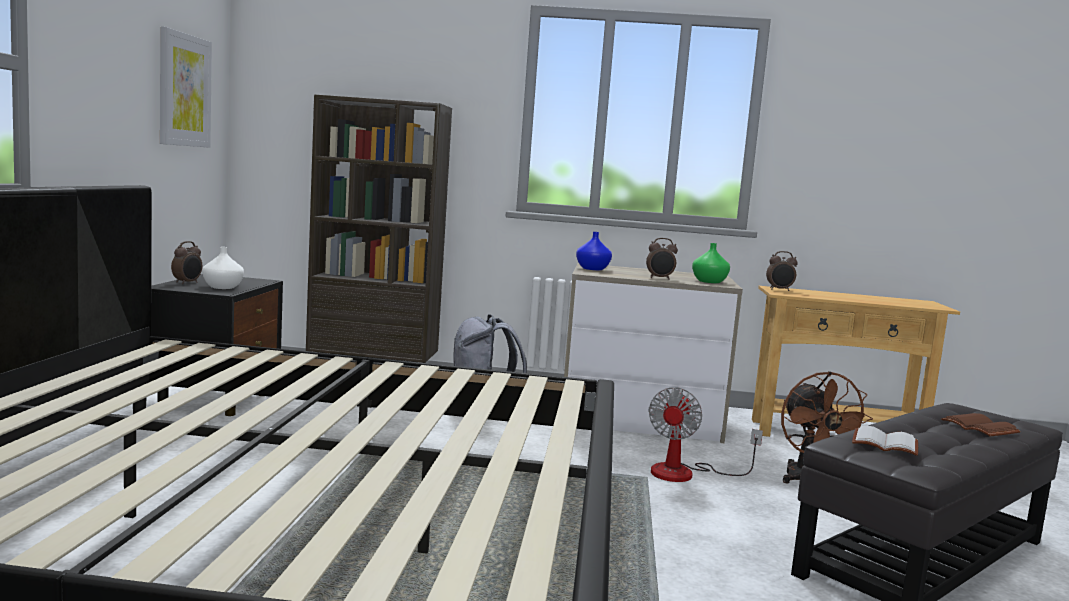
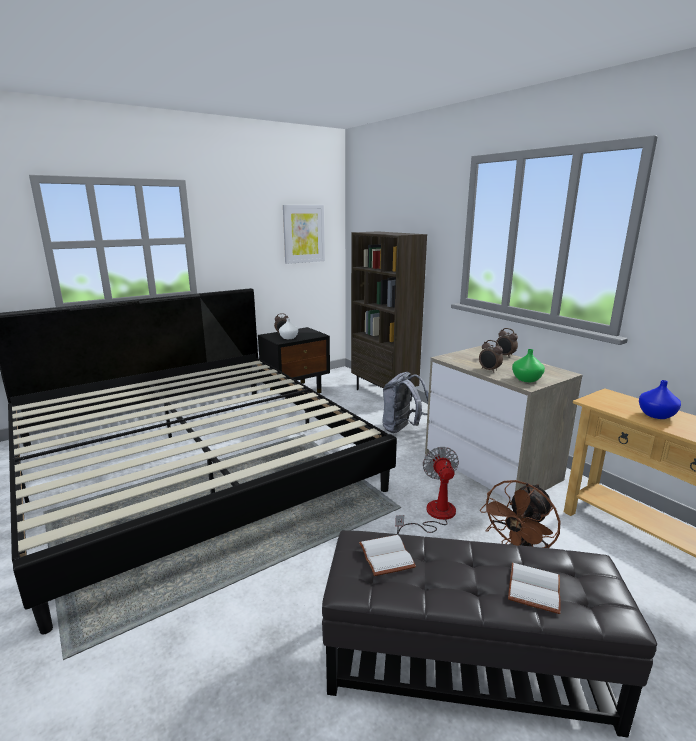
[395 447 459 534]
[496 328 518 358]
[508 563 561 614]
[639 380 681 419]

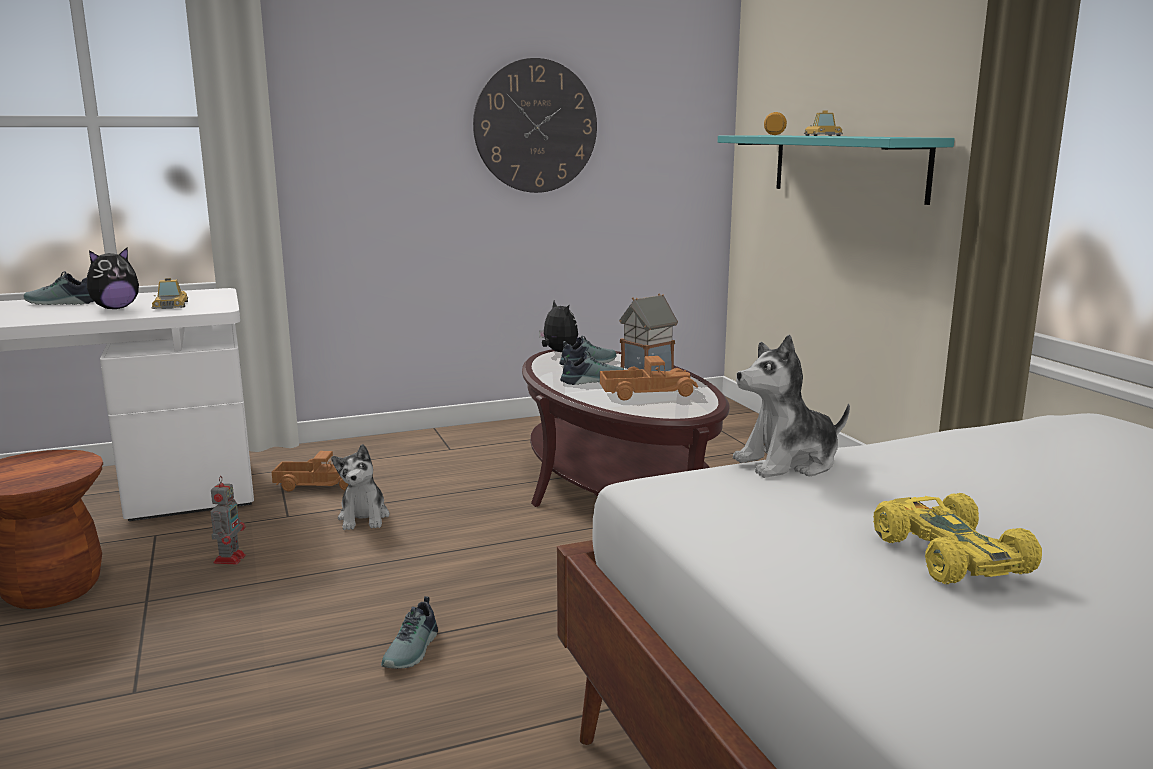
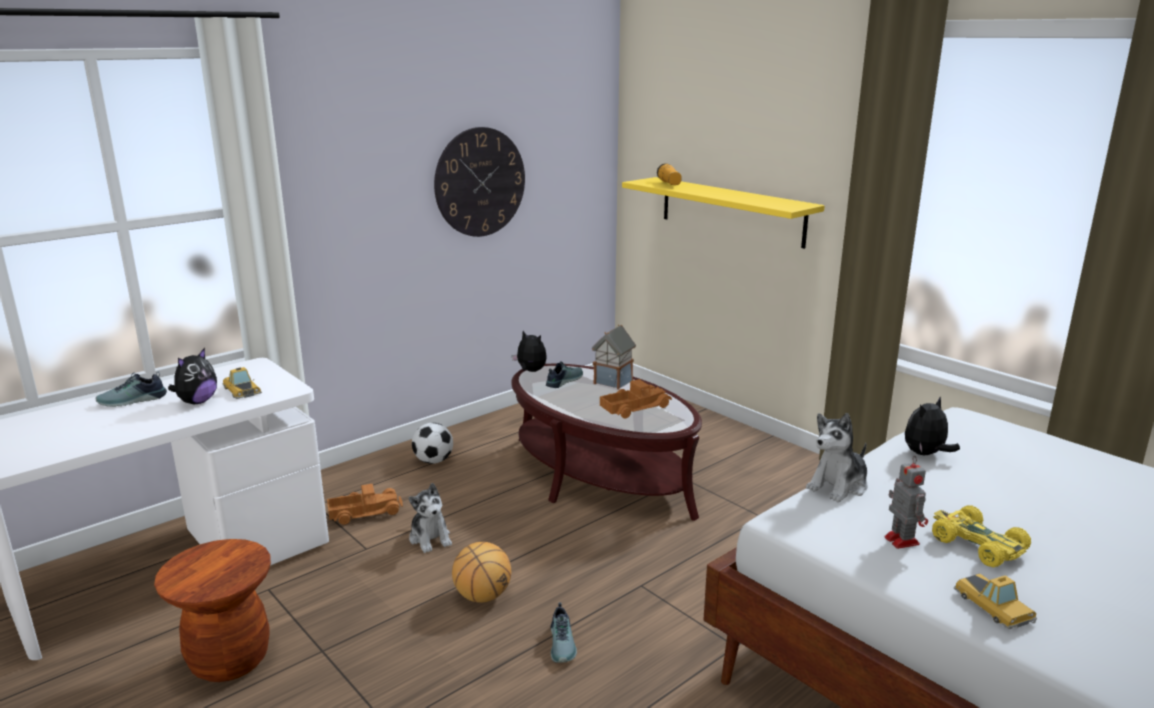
[412 423 453 464]
[452 542 511 603]
[622 177 825 249]
[884 456 928 549]
[905 397 960 455]
[954 574 1037 629]
[560 351 624 385] (first image)

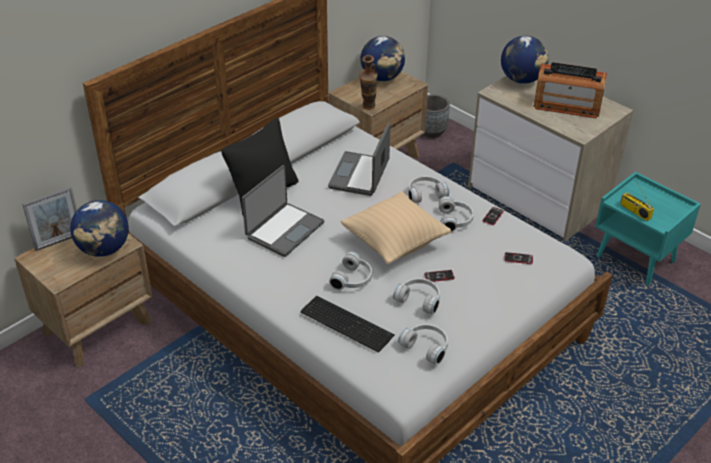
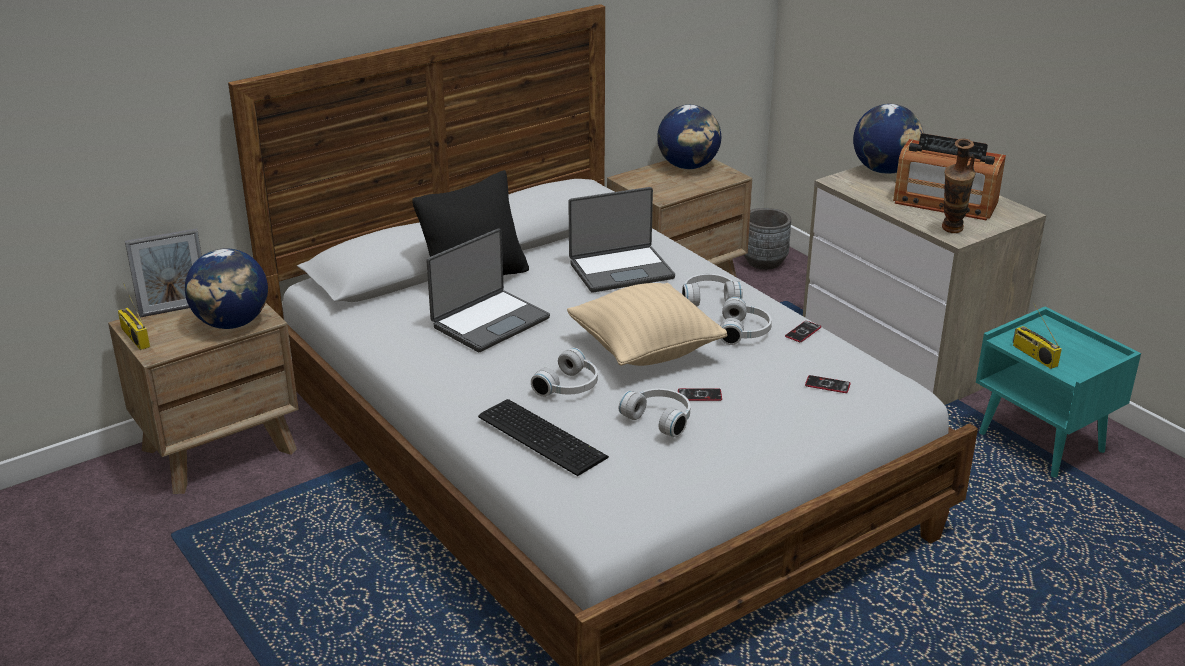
[118 283 150 350]
[568 187 675 293]
[942 139 975 233]
[398 324 448 365] (first image)

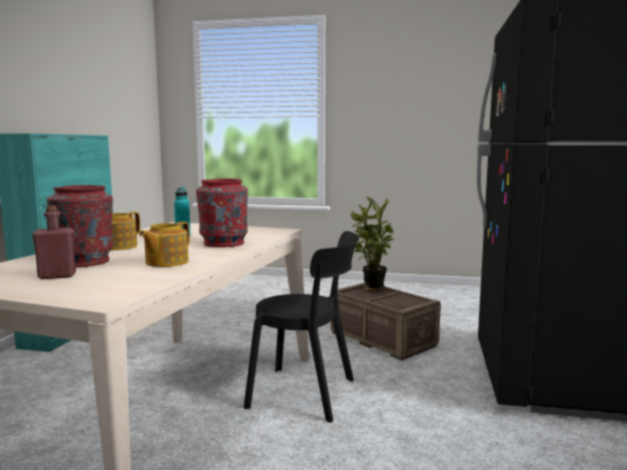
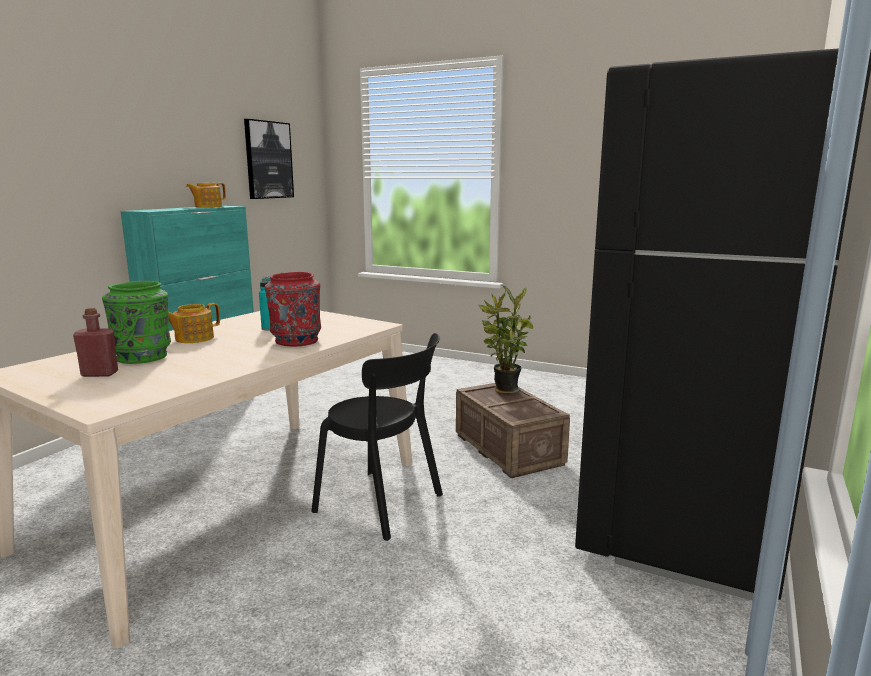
[102 281 171 364]
[186 183 226 207]
[244 119 294 199]

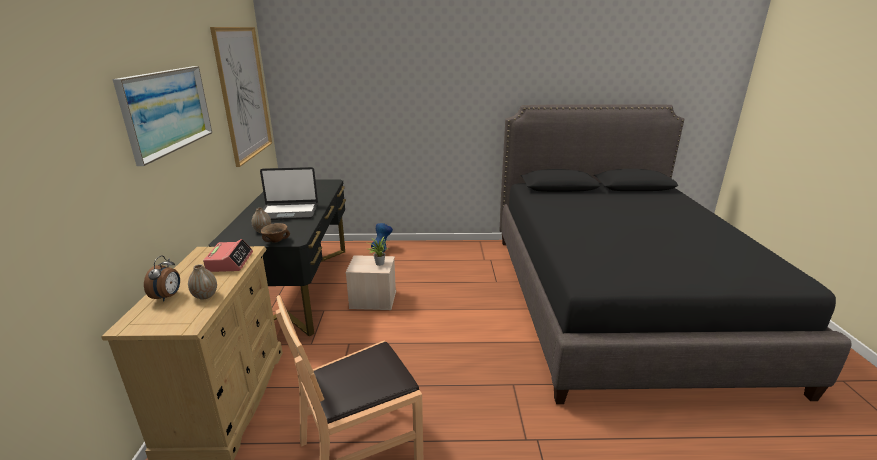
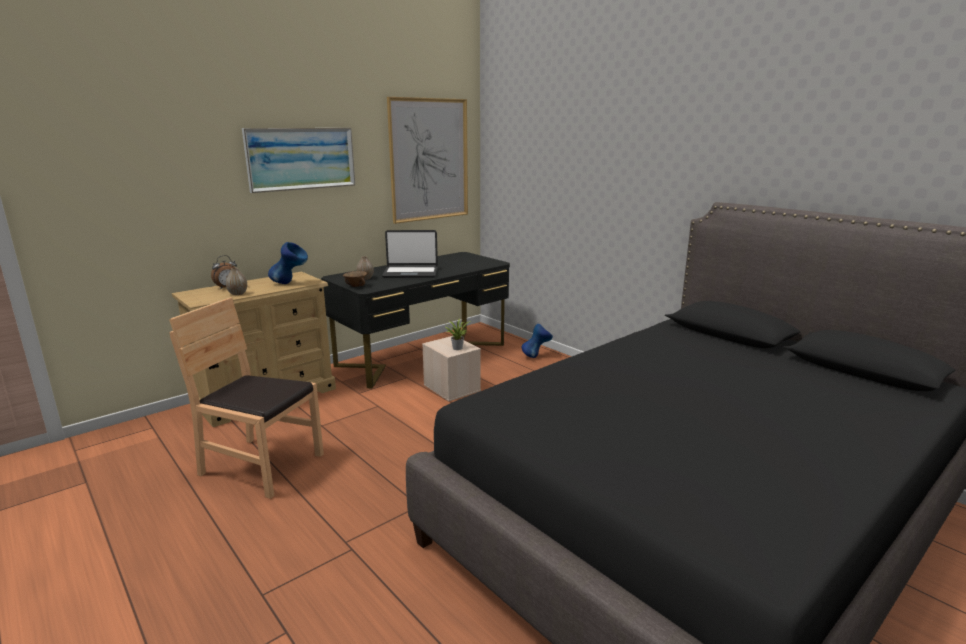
[268 242 308 284]
[382 230 438 278]

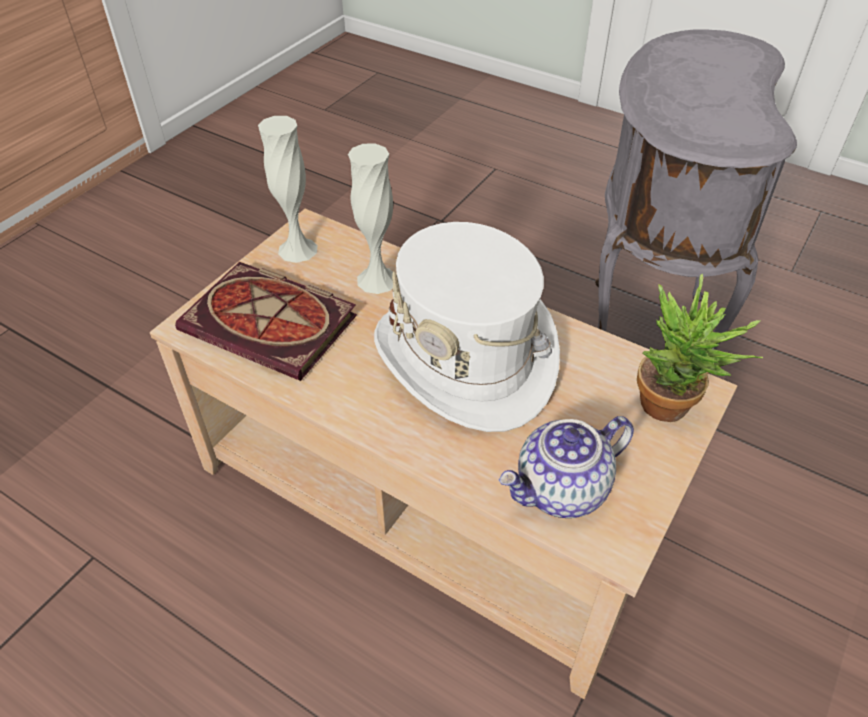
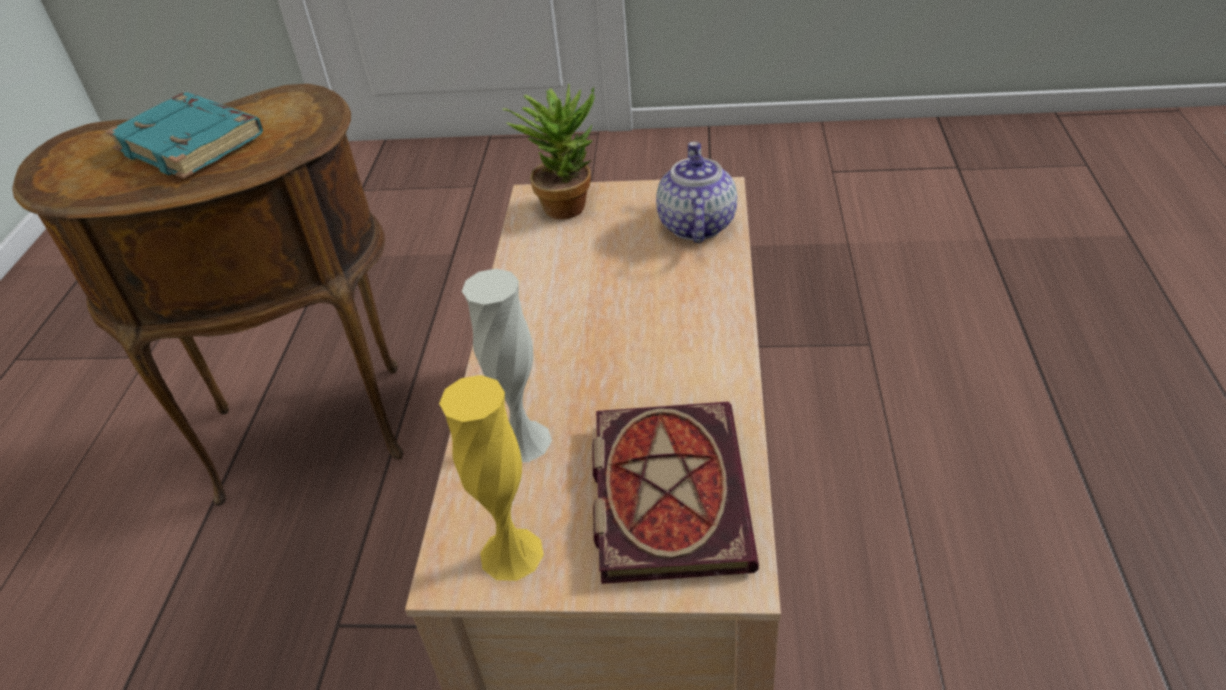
[13 84 403 506]
[105 92 263 179]
[439 375 544 581]
[656 142 737 243]
[374 222 560 432] (first image)

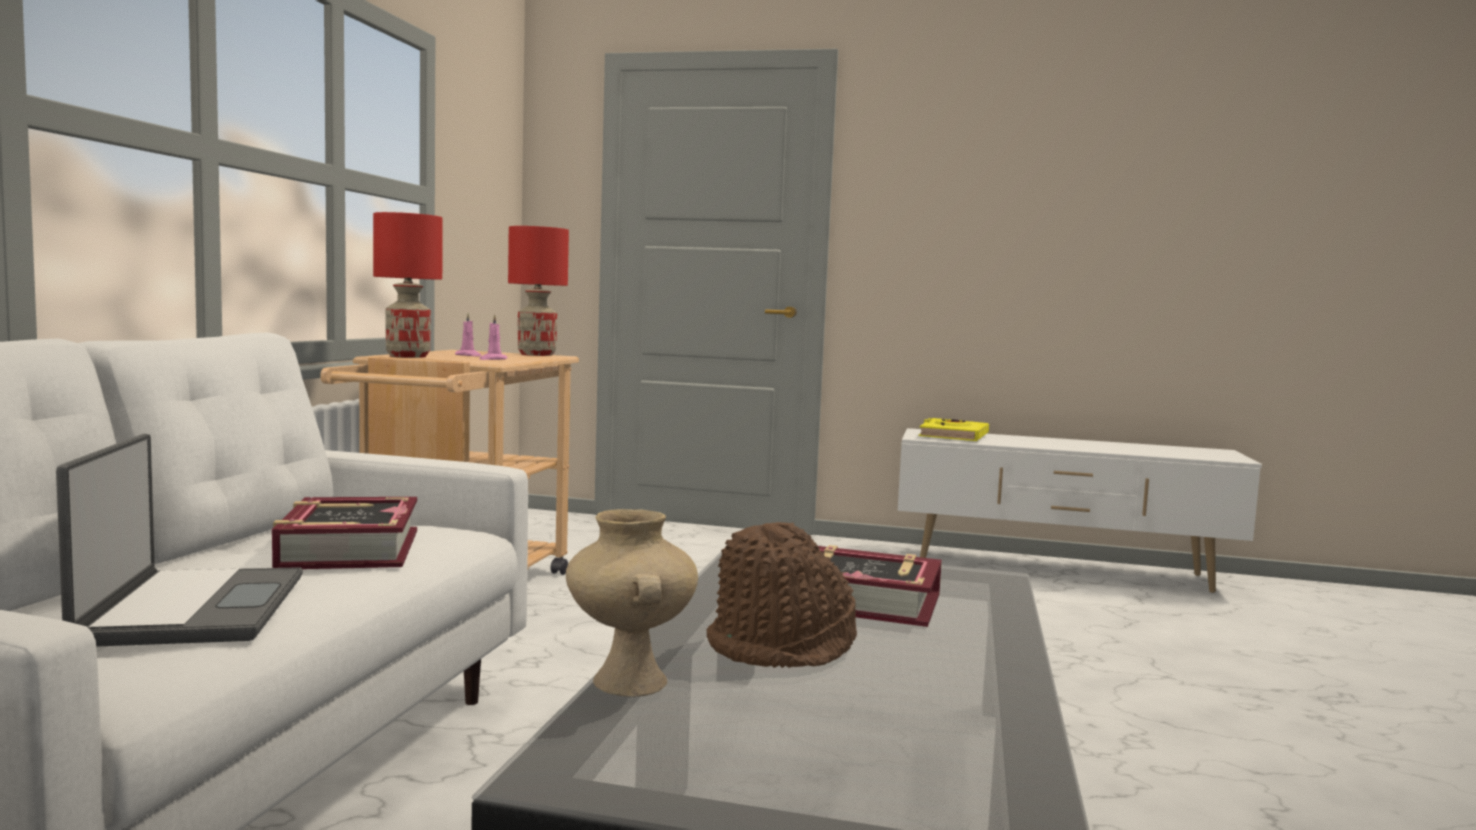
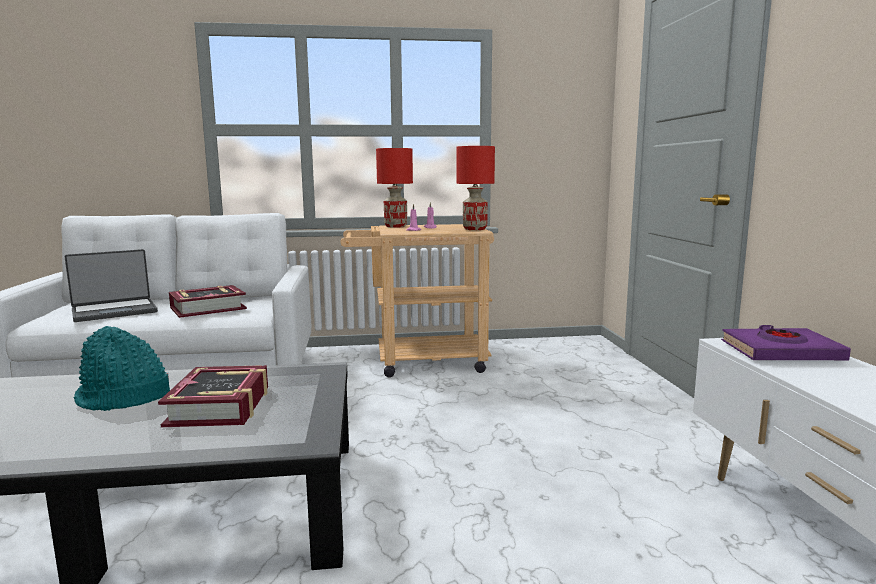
[74 326 170 411]
[721 325 851 360]
[566 509 698 697] (first image)

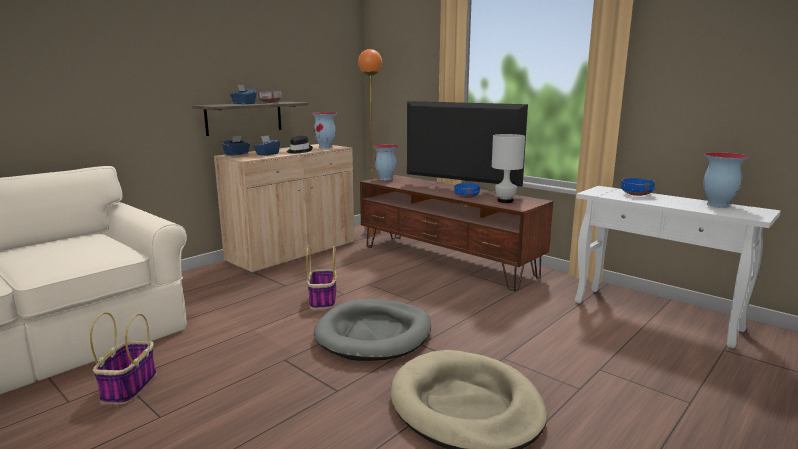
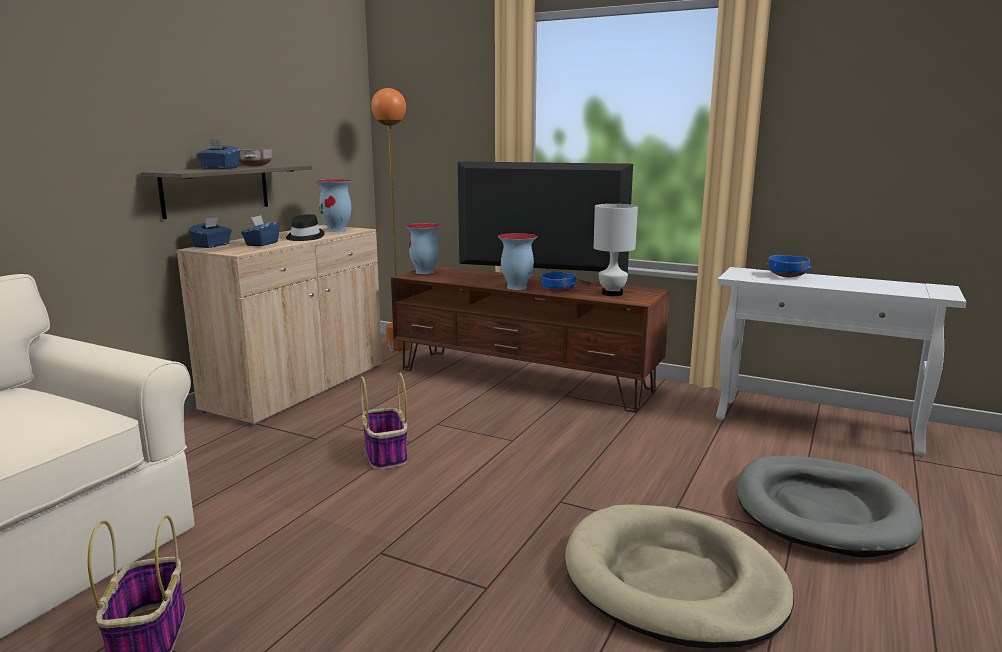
[498 233 538 290]
[737 456 922 557]

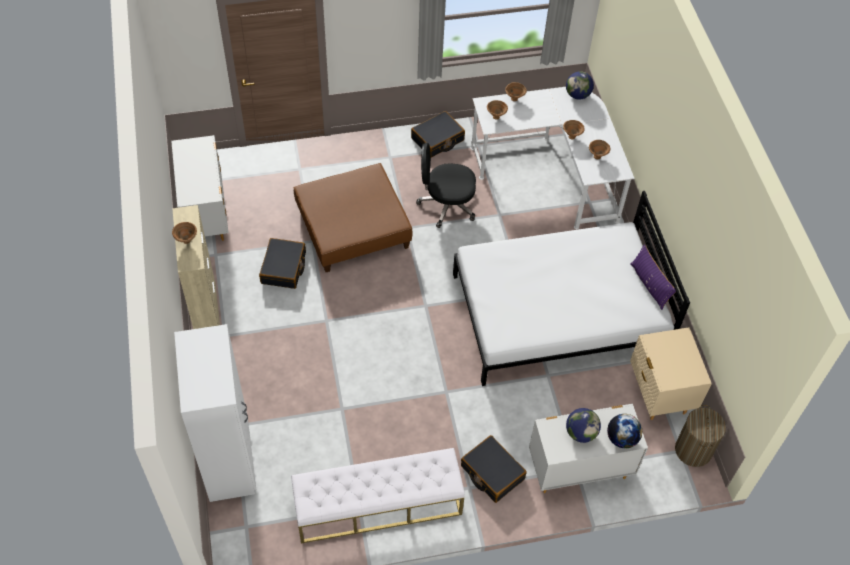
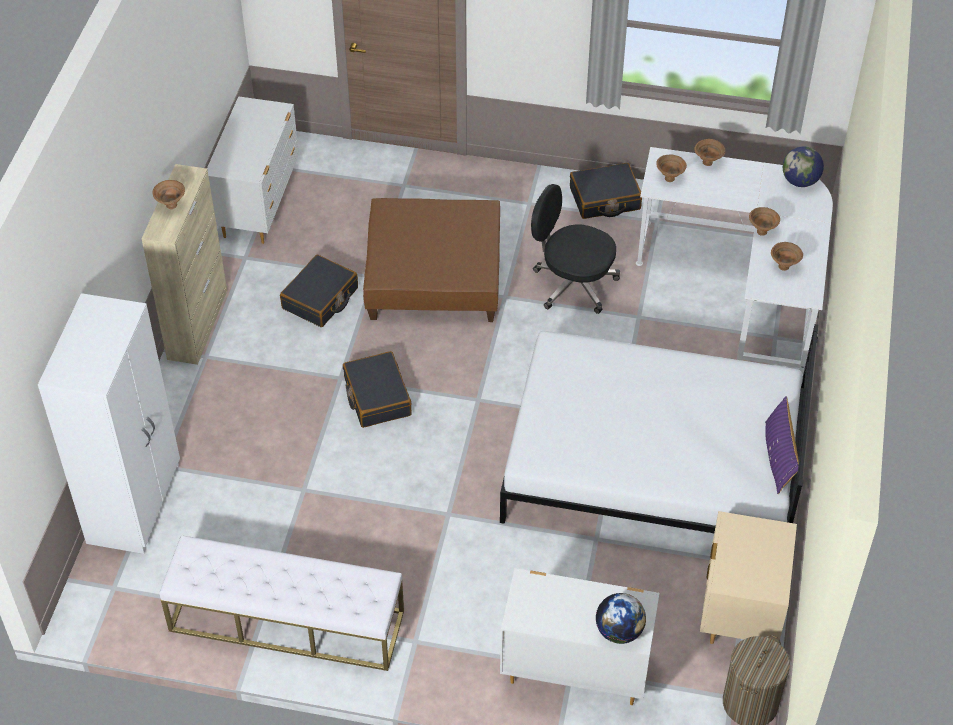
[343 351 412 428]
[566 408 601 443] (first image)

